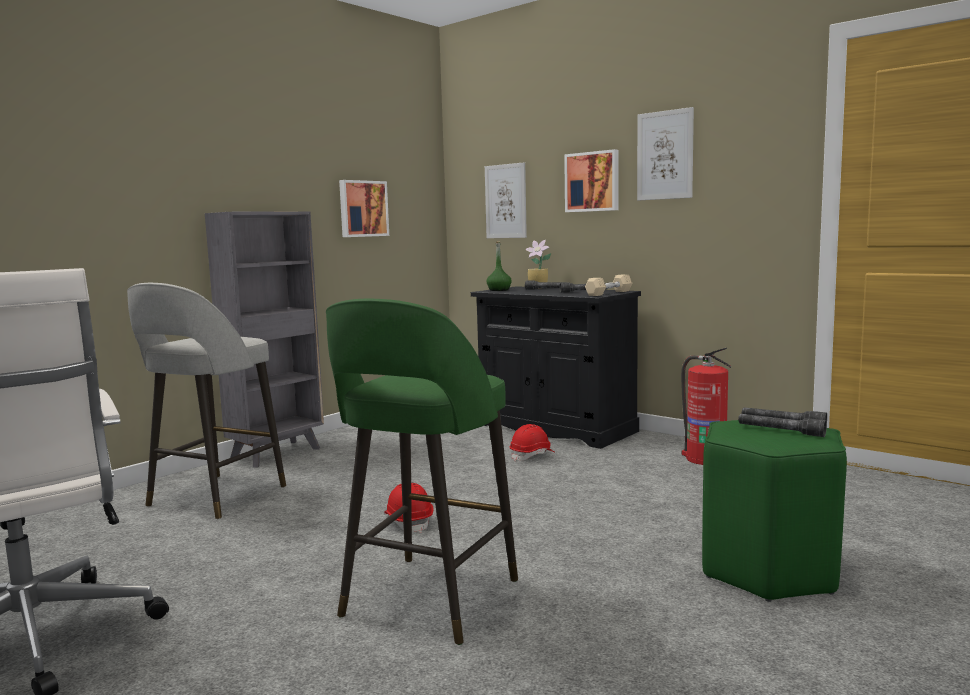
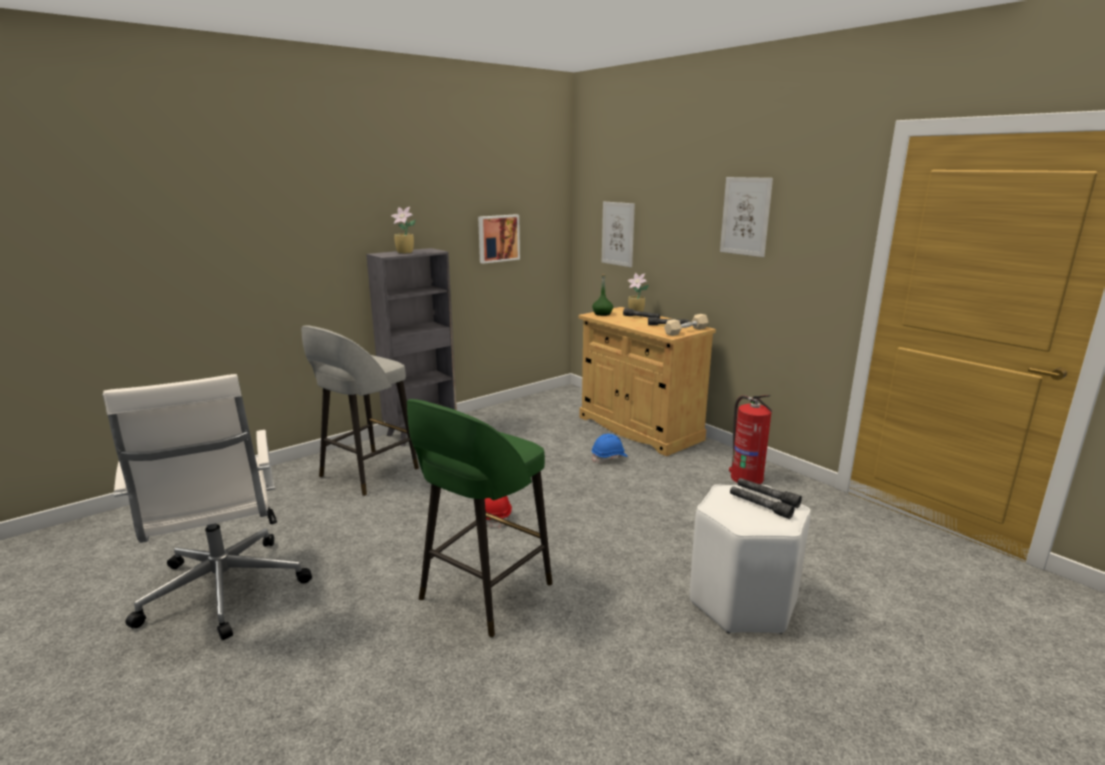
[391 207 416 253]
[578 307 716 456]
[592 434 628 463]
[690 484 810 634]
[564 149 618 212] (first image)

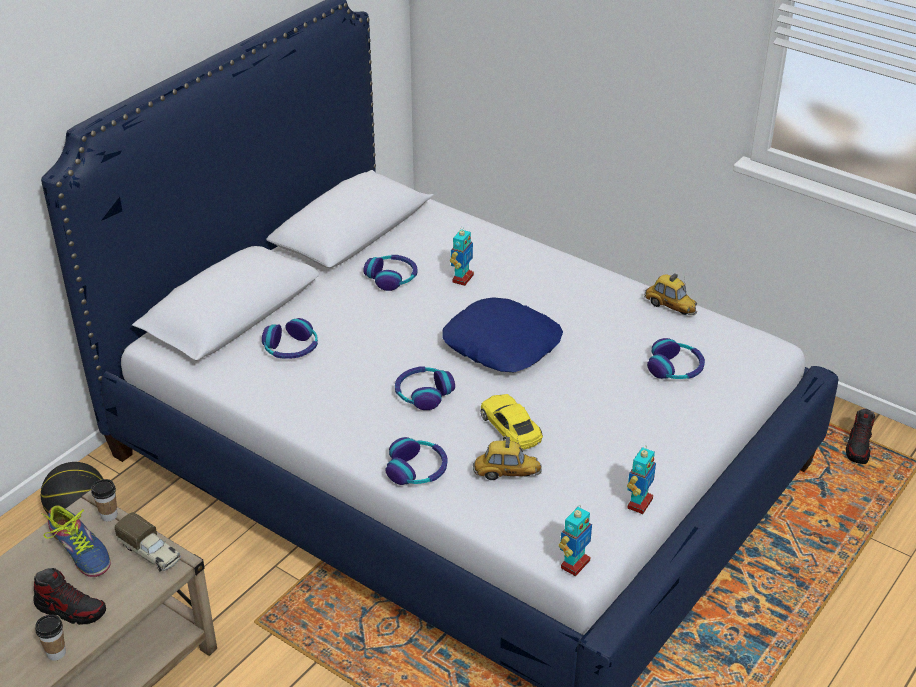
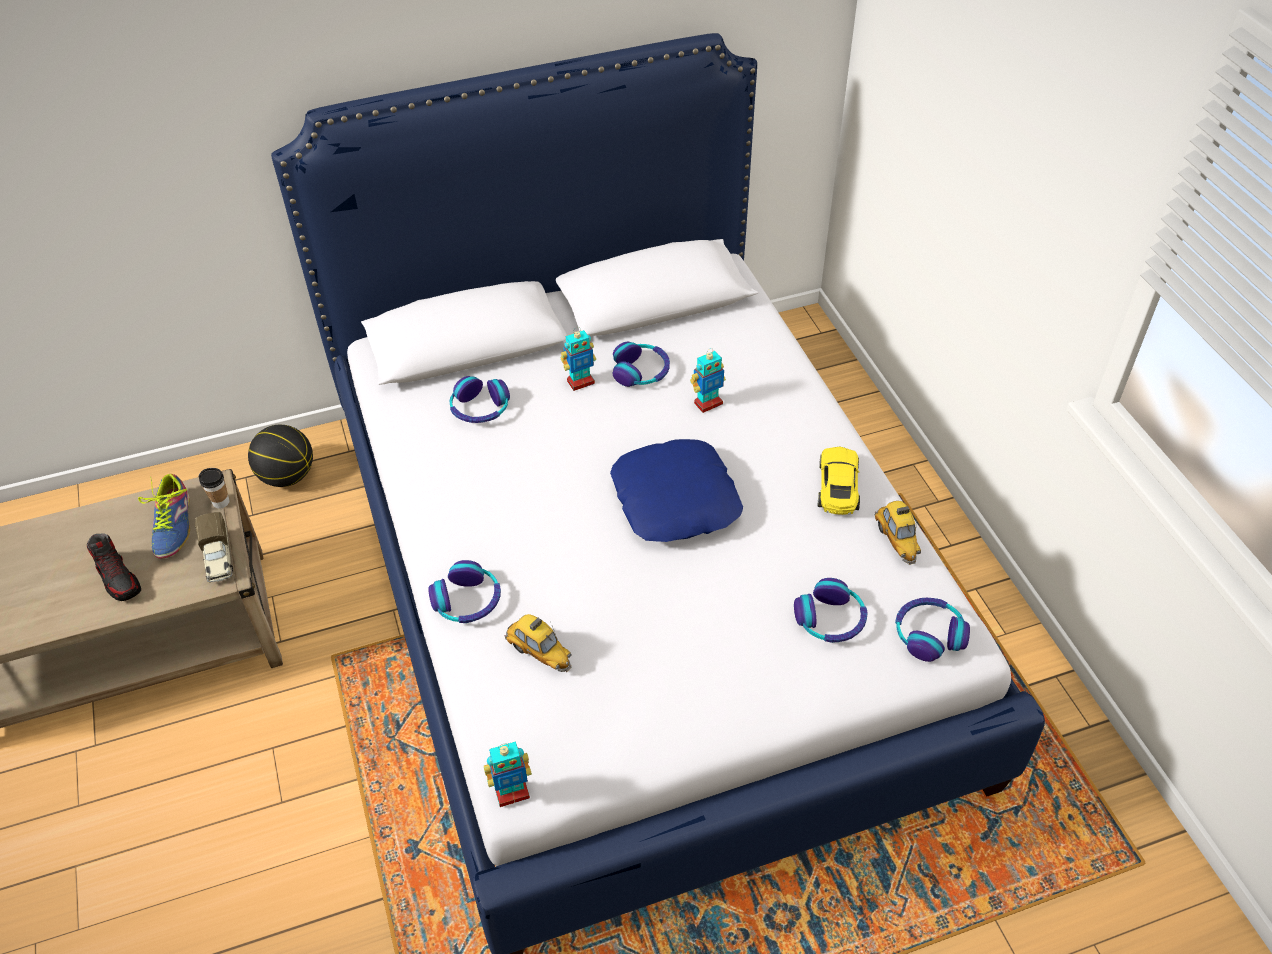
[561 327 596 391]
[818 447 860 515]
[895 598 970 662]
[35 615 66 661] (first image)
[846 409 875 464] (first image)

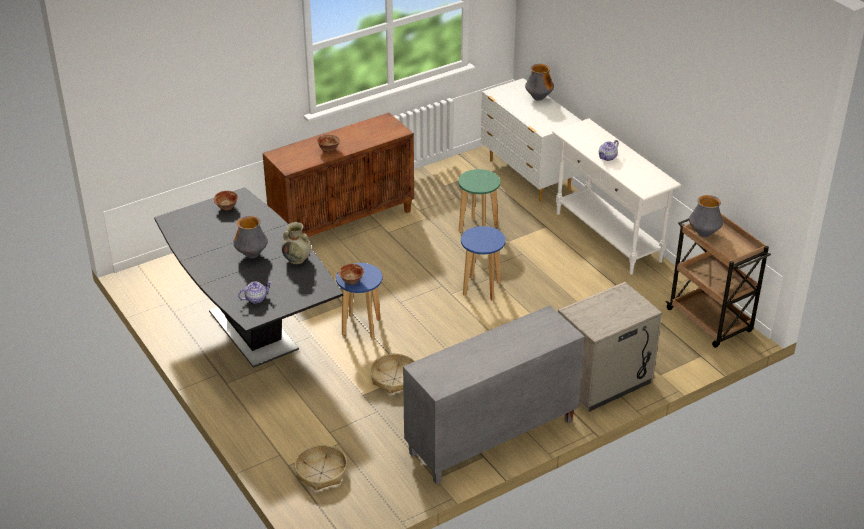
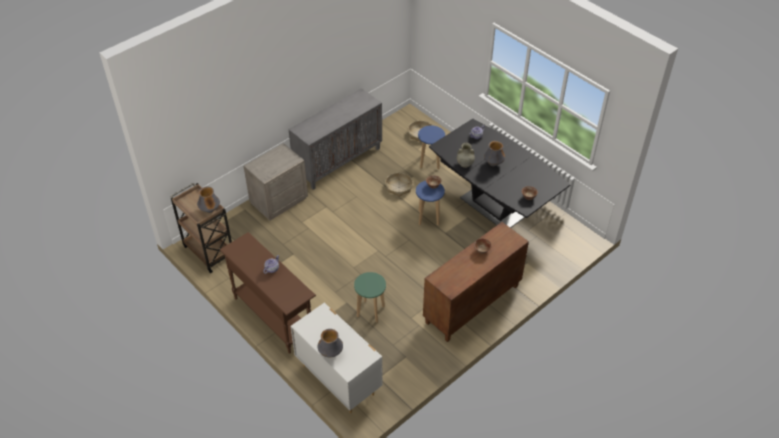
[220 232 316 354]
[418 125 445 170]

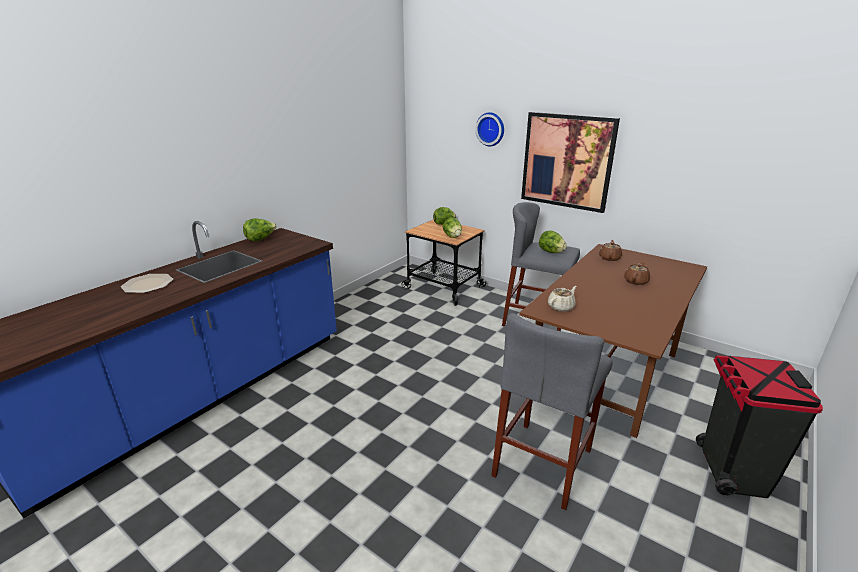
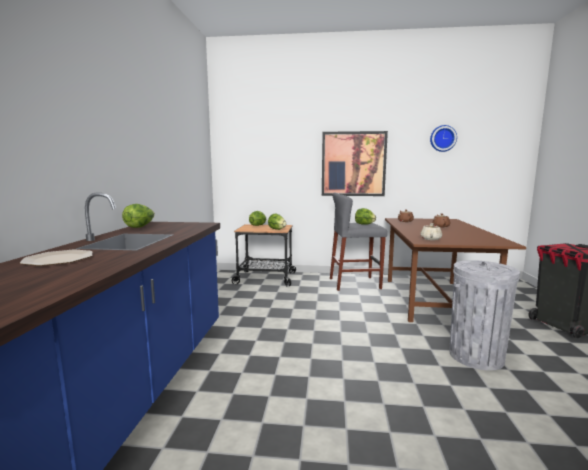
[430 125 457 152]
[450 260 520 371]

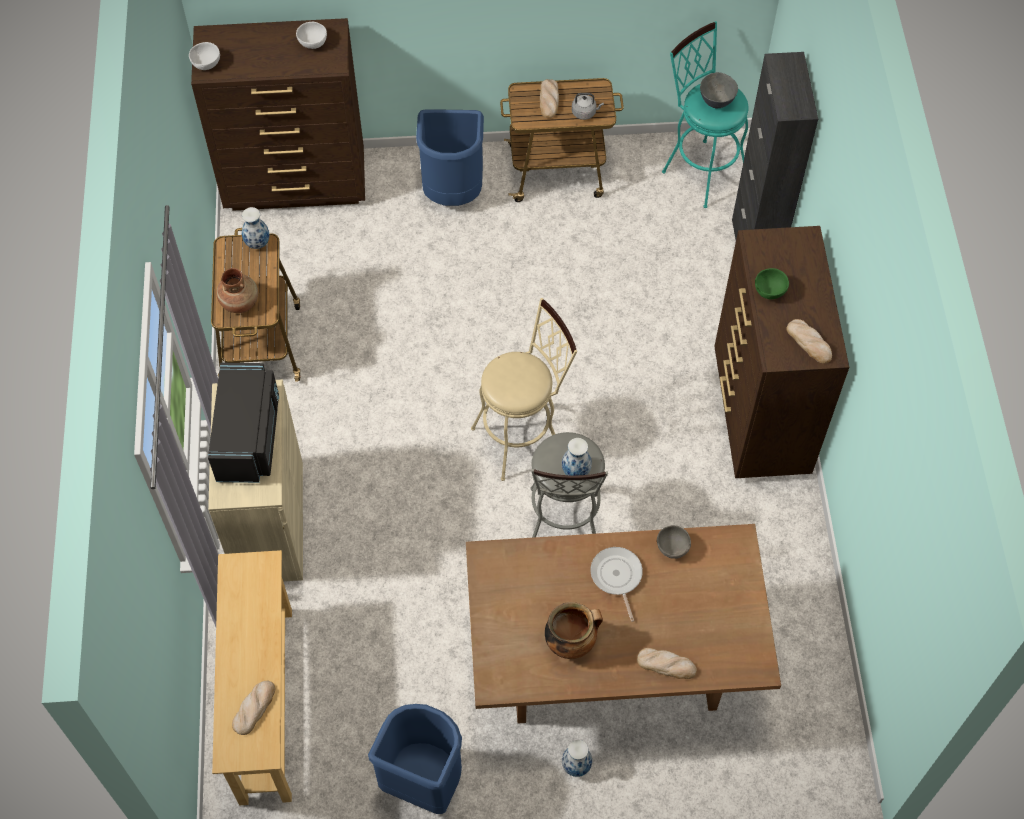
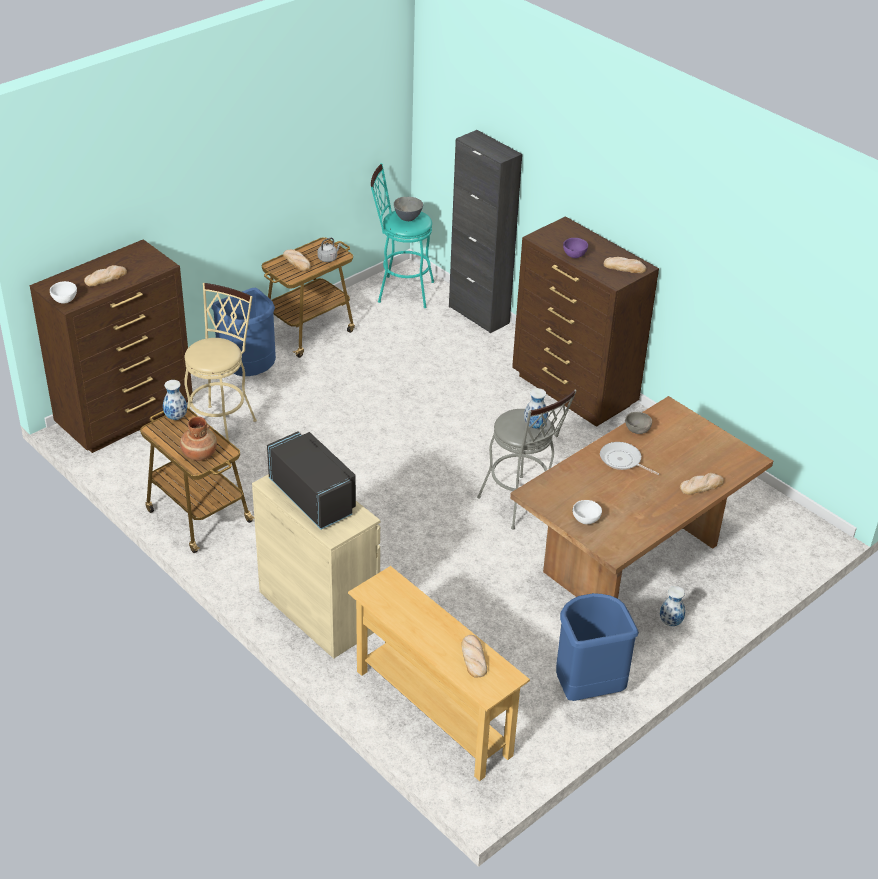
[84 265 127 287]
[184 283 257 441]
[563 238 588 258]
[573 500 602 524]
[545 602 603 659] (first image)

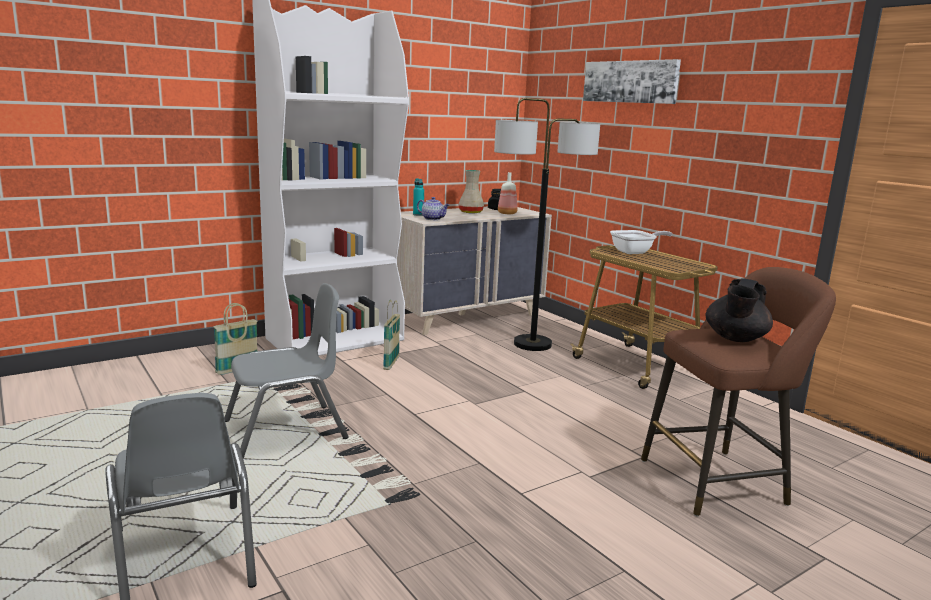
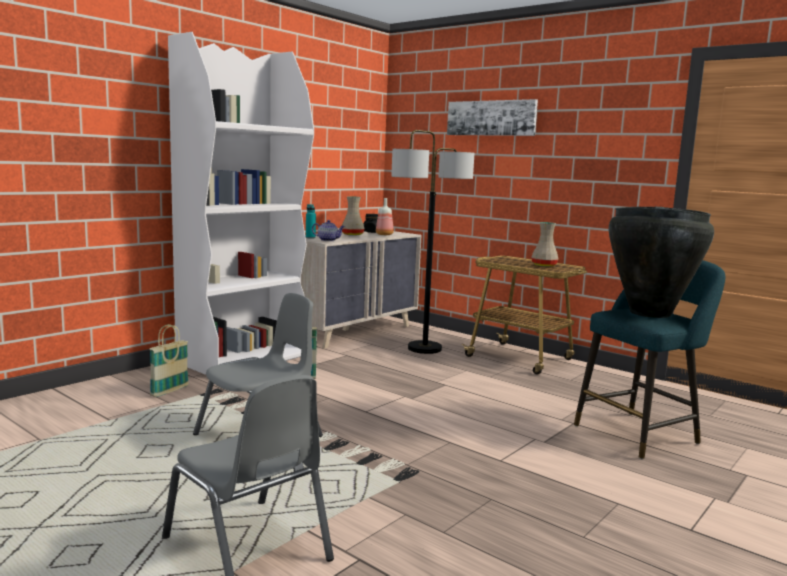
[531 222 559 267]
[574 260 725 459]
[608 207 714 318]
[610 230 673 254] (first image)

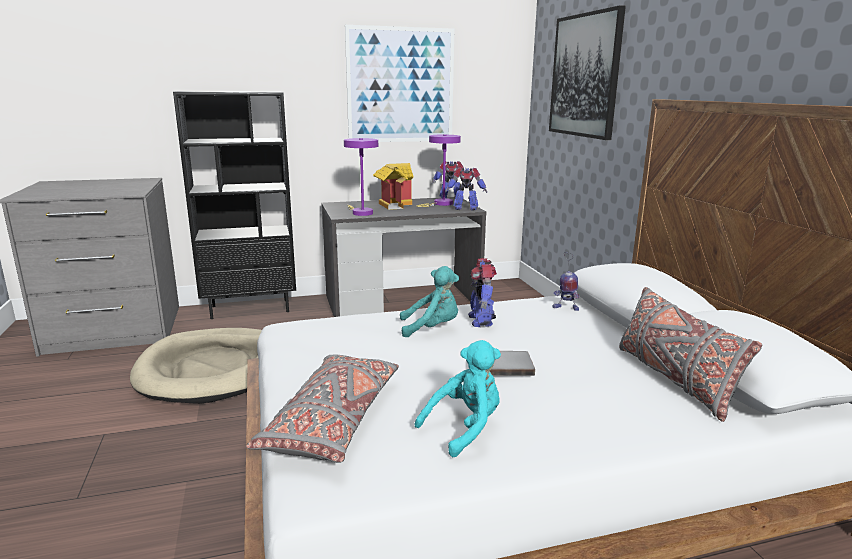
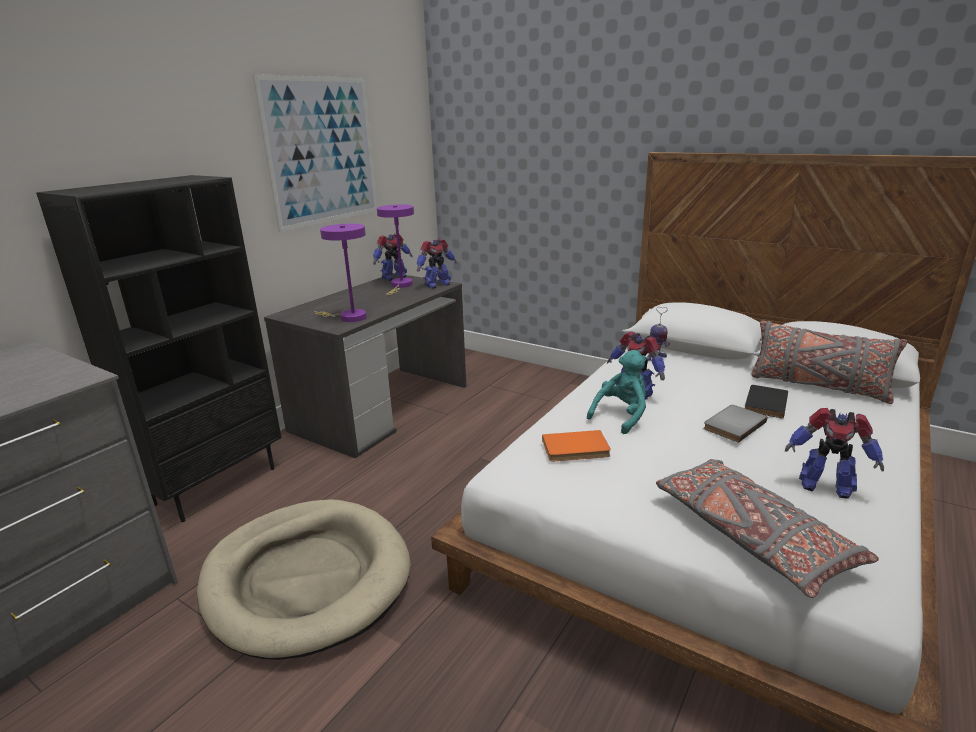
[542 430 611 461]
[745 385 788 419]
[785 408 884 499]
[373 163 413 210] (first image)
[549 5 626 140] (first image)

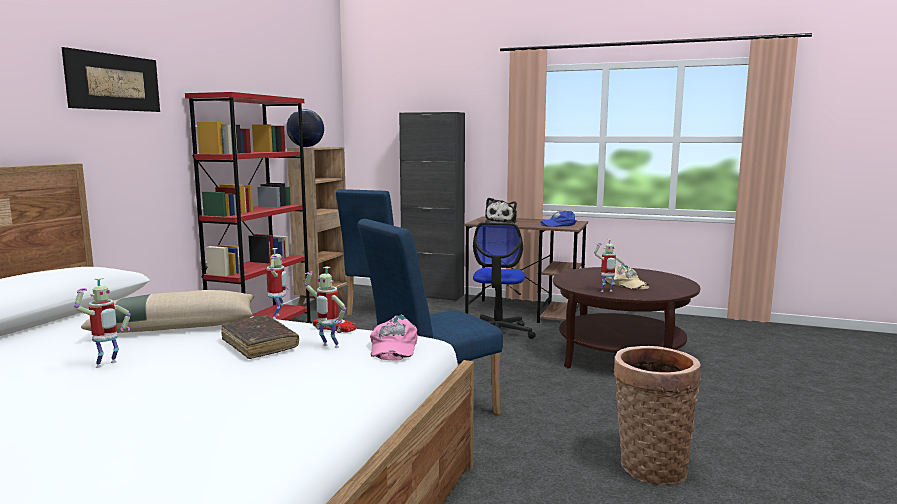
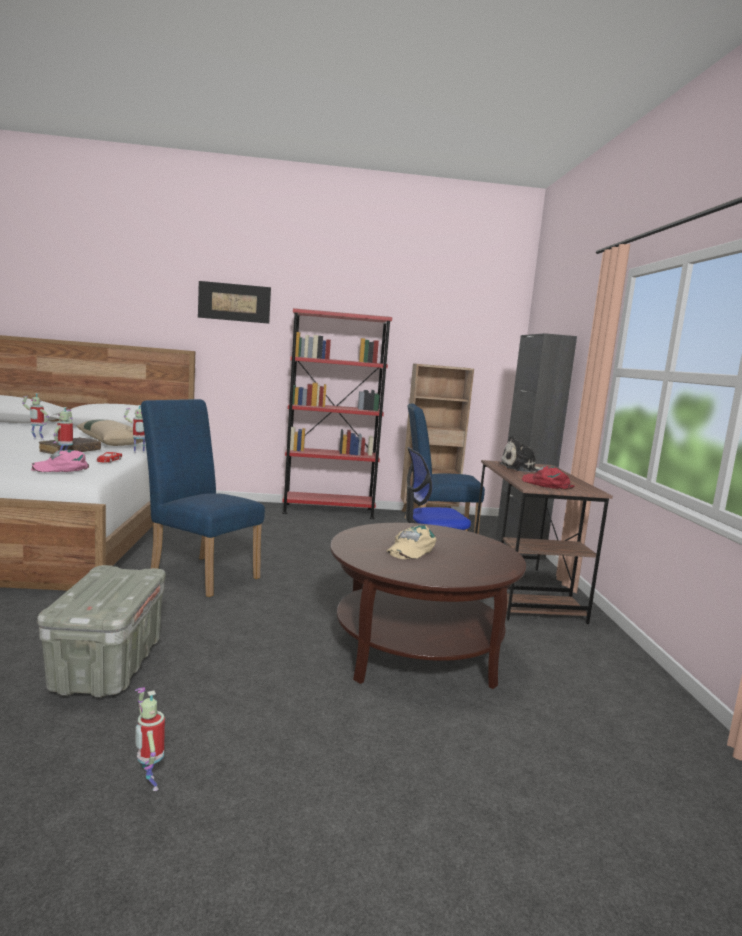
[37 565 166 698]
[135 687 165 791]
[522 466 575 490]
[286 109 324 147] (first image)

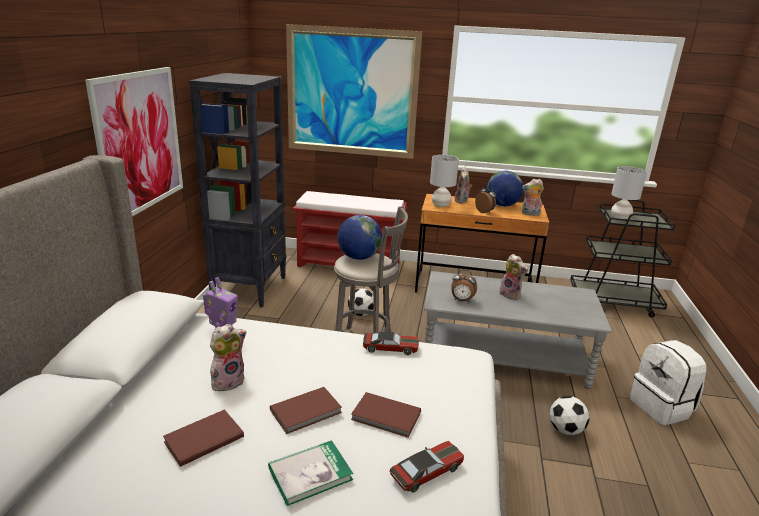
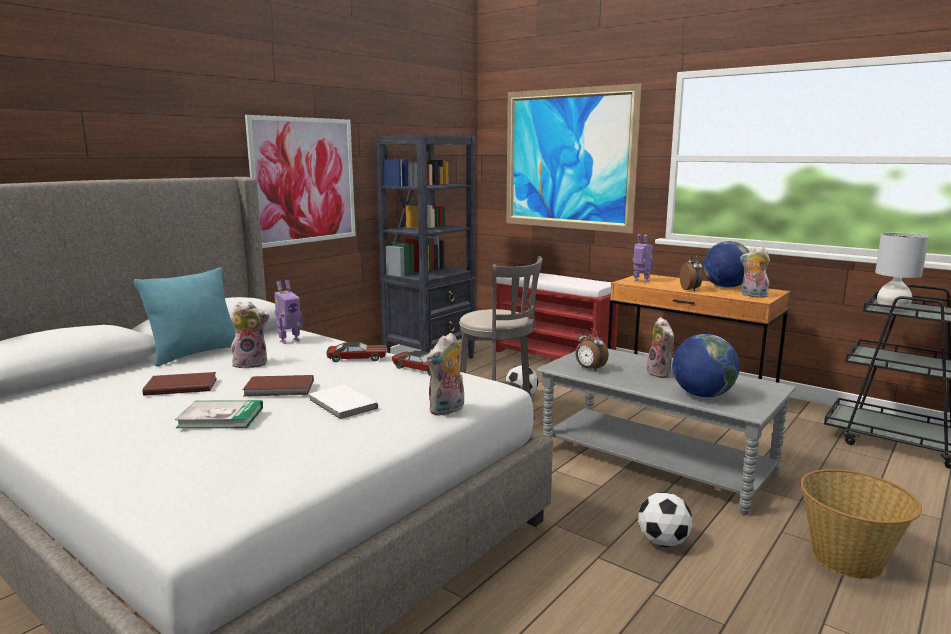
[134 267 236 367]
[309 385 378 420]
[326 342 387 362]
[427 333 464 416]
[633 234 653 283]
[672 334 740 398]
[800 469 922 579]

